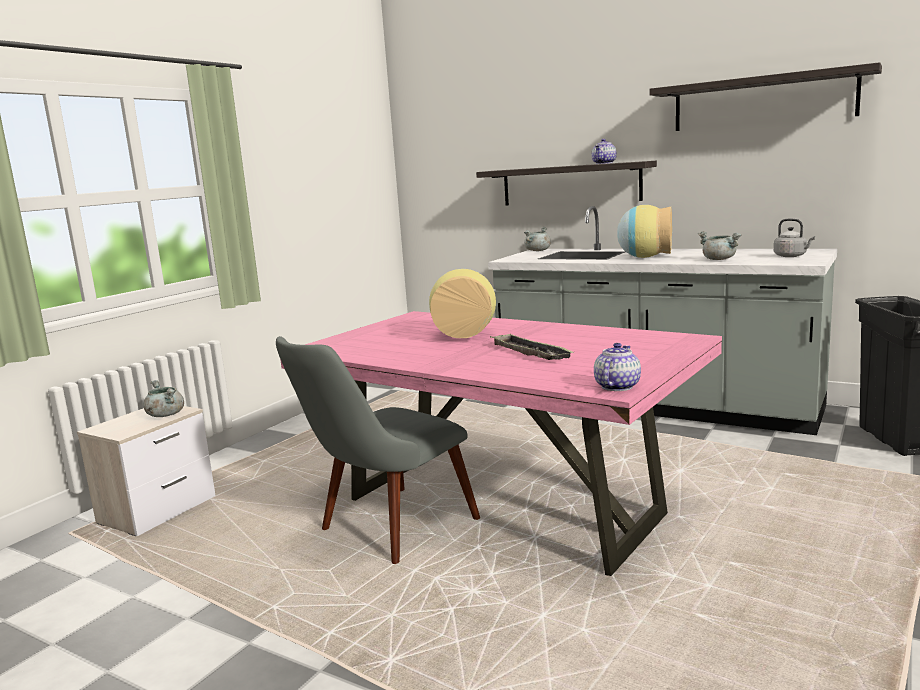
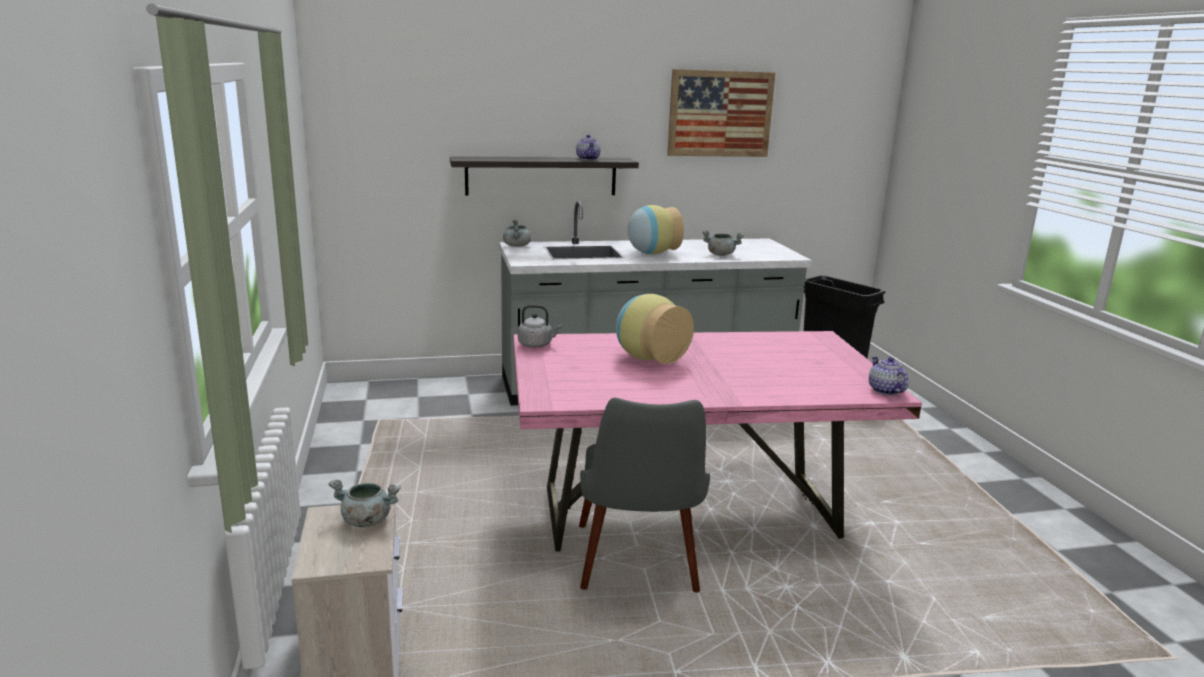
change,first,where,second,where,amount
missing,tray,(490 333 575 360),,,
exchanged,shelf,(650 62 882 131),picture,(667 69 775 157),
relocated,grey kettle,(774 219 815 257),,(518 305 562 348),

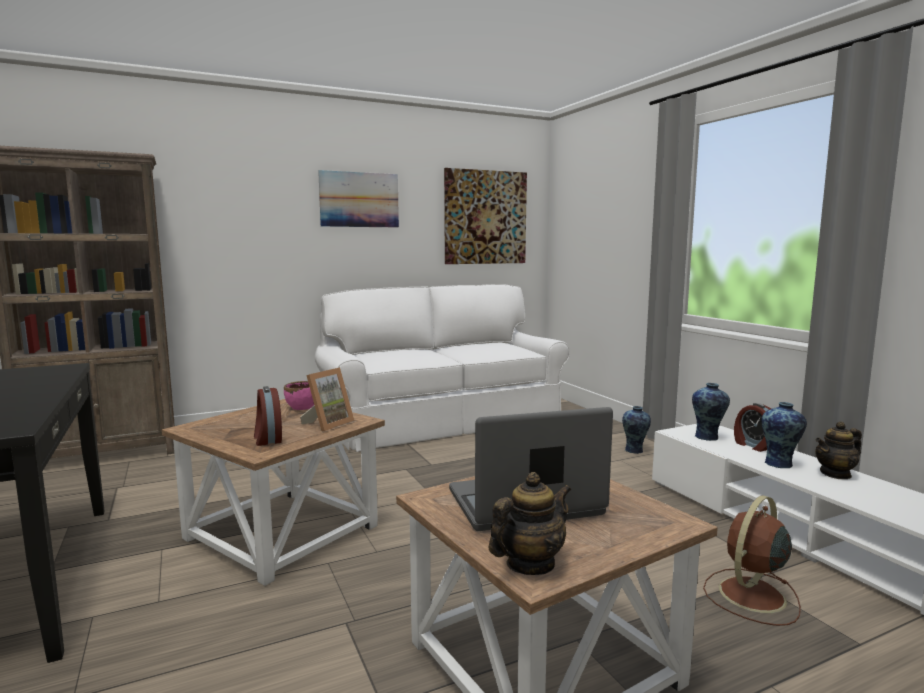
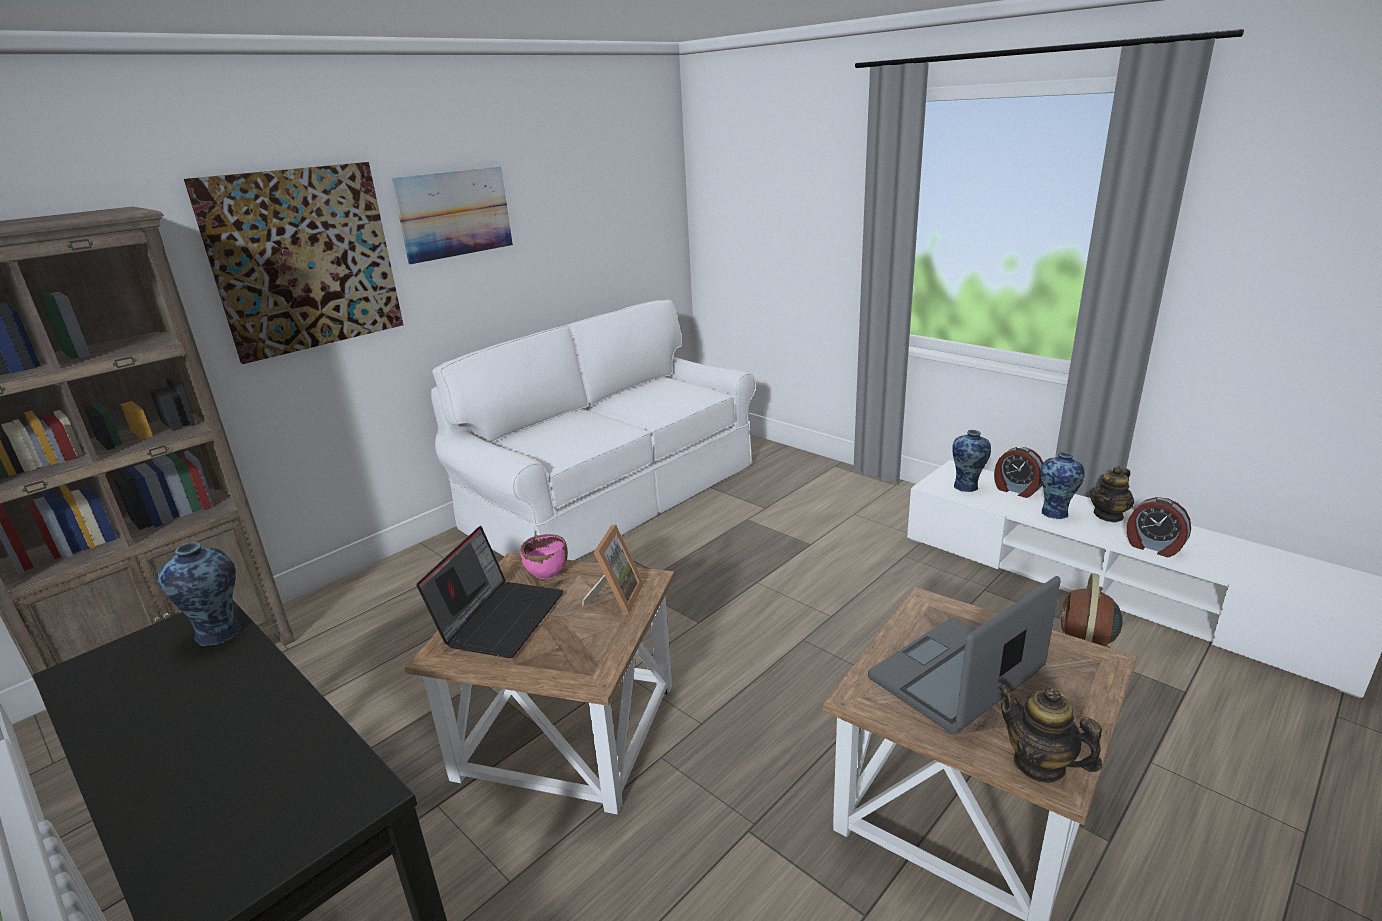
change,first,where,second,where,amount
relocated,alarm clock,(254 386 282 446),,(1127 497 1191 557),
relocated,picture,(444 168 527 264),,(184 162 403 364),
spun,teapot,(489 472 571 575),,(998 684 1102 783),75 degrees counterclockwise
relocated,vase,(622 406 651 454),,(157 542 241 646),
appeared,,,laptop,(416 526 564 658),

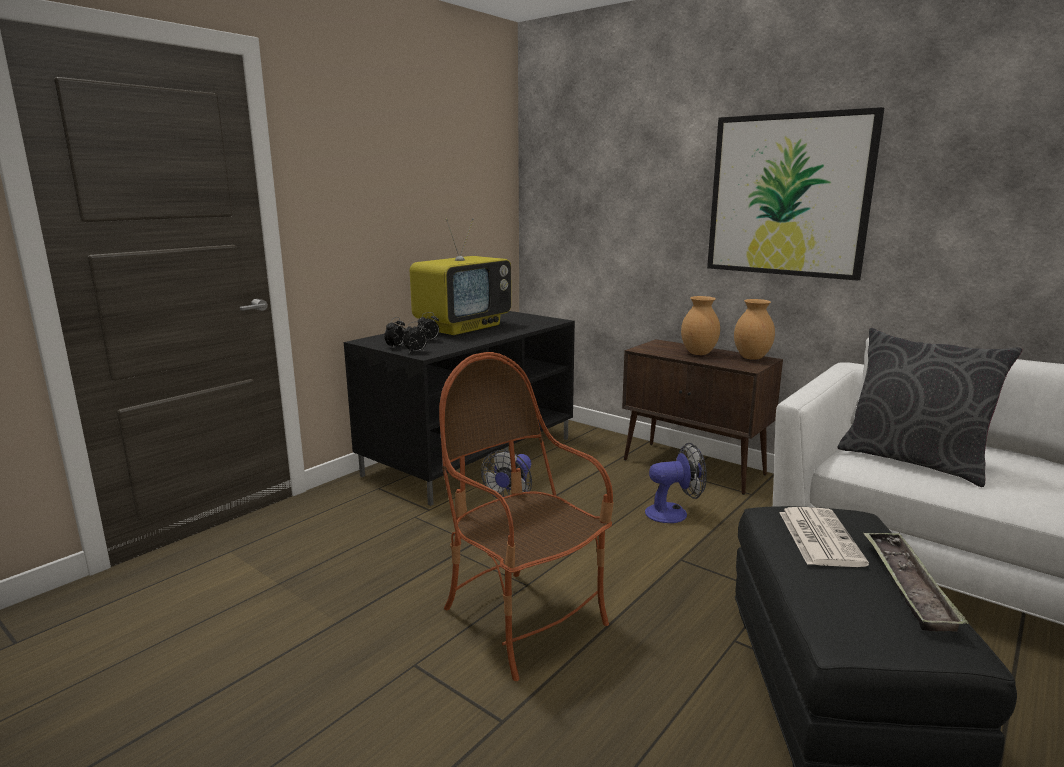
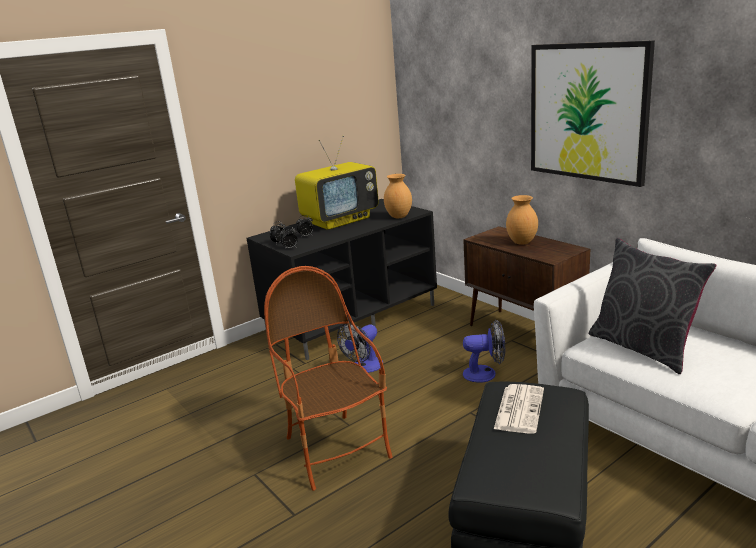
change,first,where,second,where,amount
relocated,brown vase,(734 299 775 360),,(384 174 412 218),
missing,tray,(863 533 968 632),,,

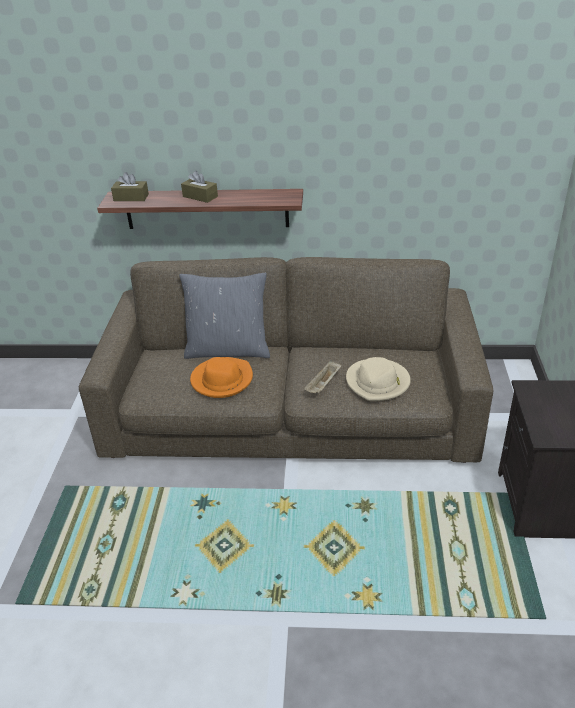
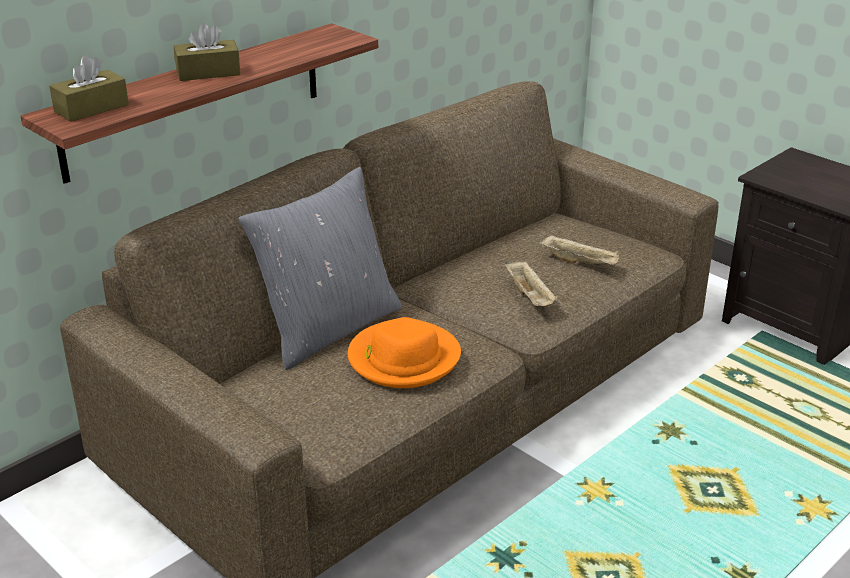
change,first,where,second,where,amount
exchanged,beige hat,(346 357 411 401),beige tray,(540 234 620 265),

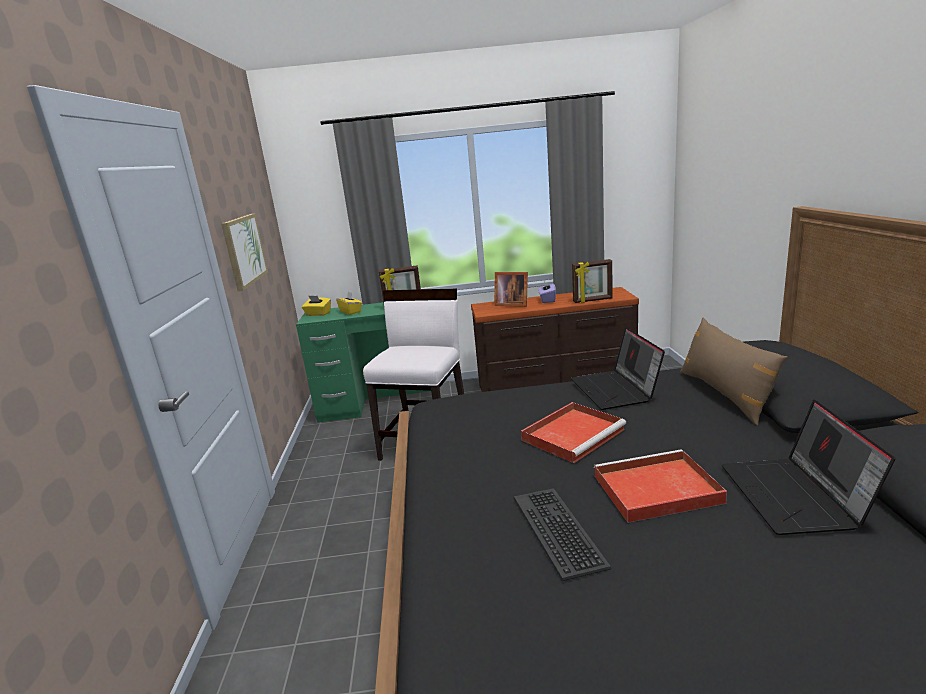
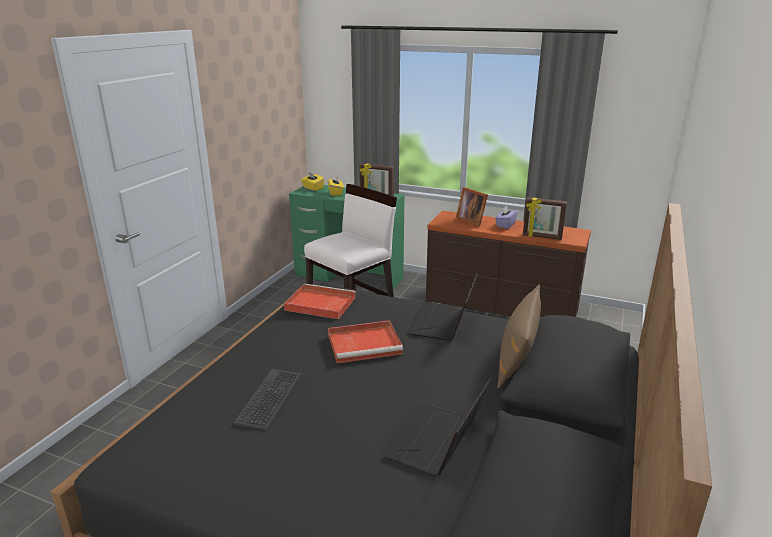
change,first,where,second,where,amount
missing,picture,(221 214 268 291),,,
relocated,red tray,(594 449 727 523),,(284 283 356 319),

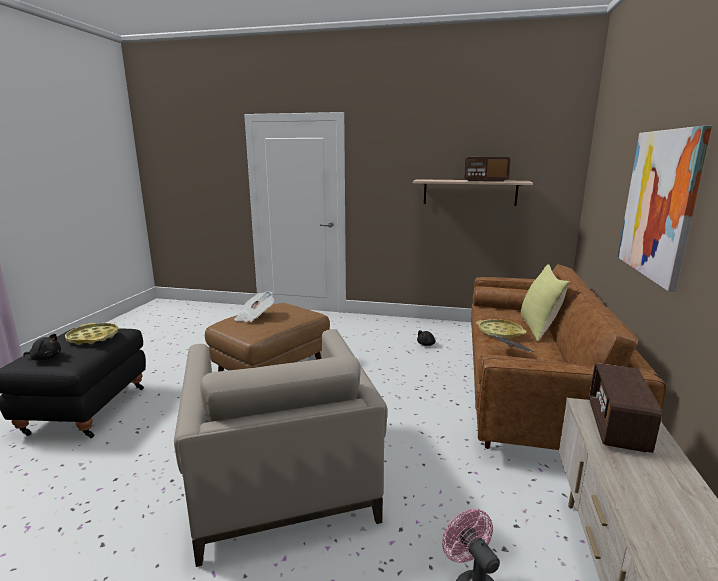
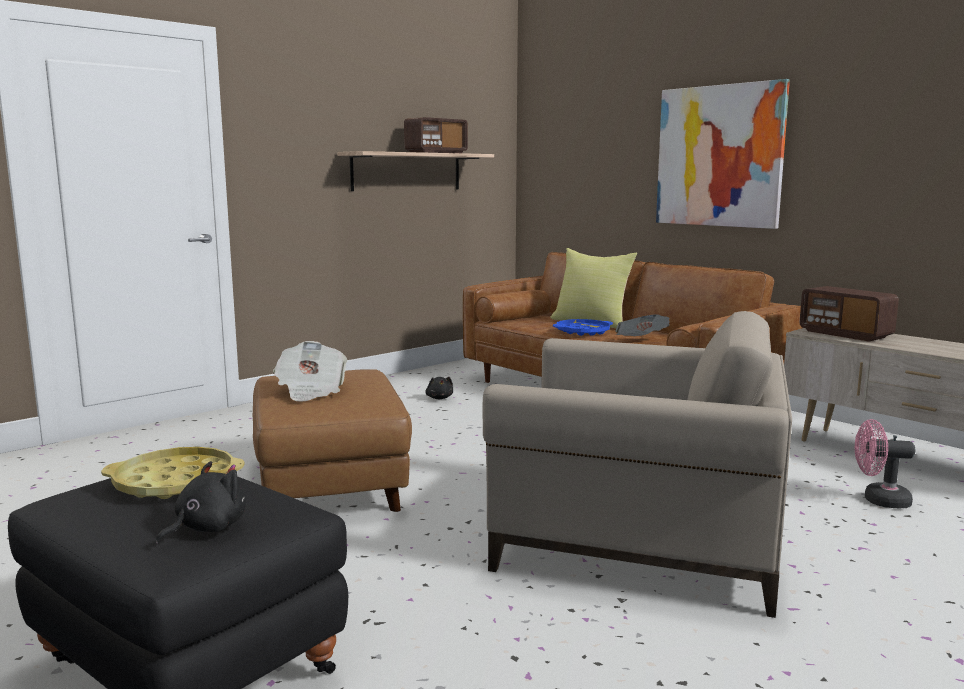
change,first,where,second,where,amount
colour,yellow tray,(476 319 527 338),blue tray,(553 319 613 336),

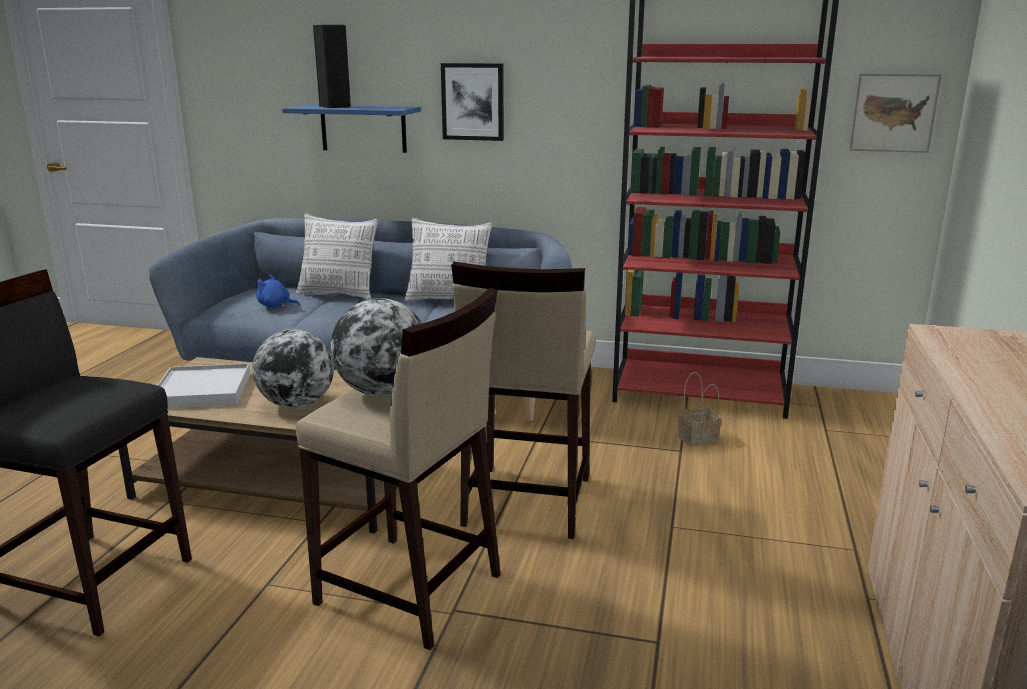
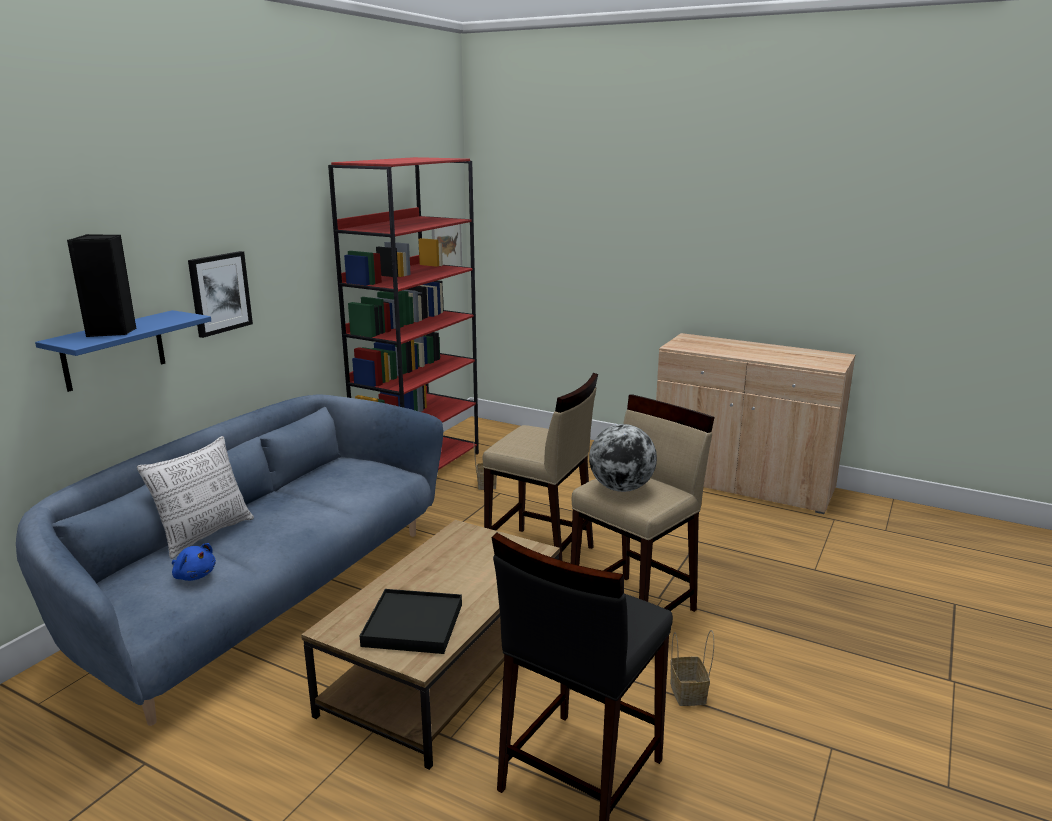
change,first,where,second,where,amount
colour,white tray,(158 363 250 408),black tray,(360 589 462 654),
missing,globe,(253 329 334 408),,,
spun,blue plush toy,(256 275 300 308),,(172 543 216 581),90 degrees counterclockwise
missing,pillow,(405 218 492 301),,,
appeared,,,basket,(670 630 714 706),

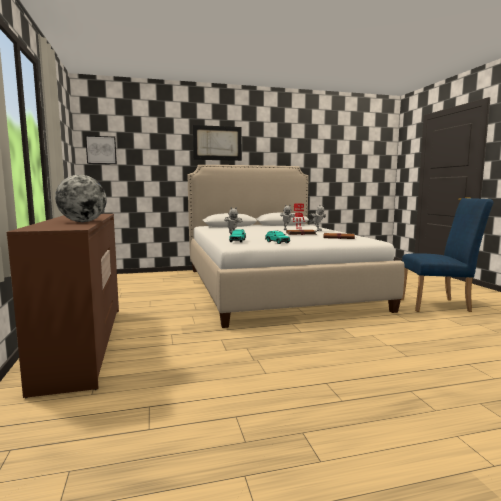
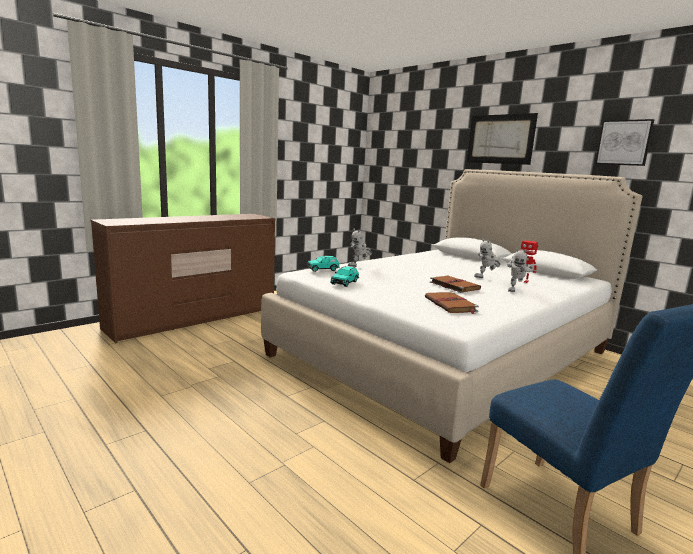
change,first,where,second,where,amount
missing,globe,(55 175 107 222),,,
relocated,picture,(85 136 117 164),,(595 119 654 166),

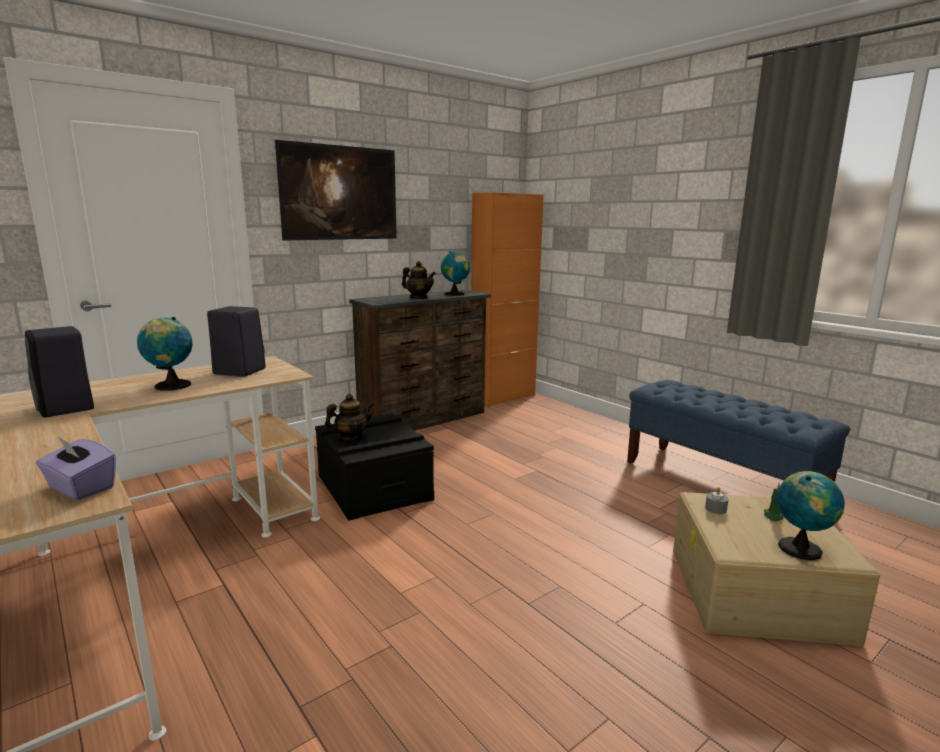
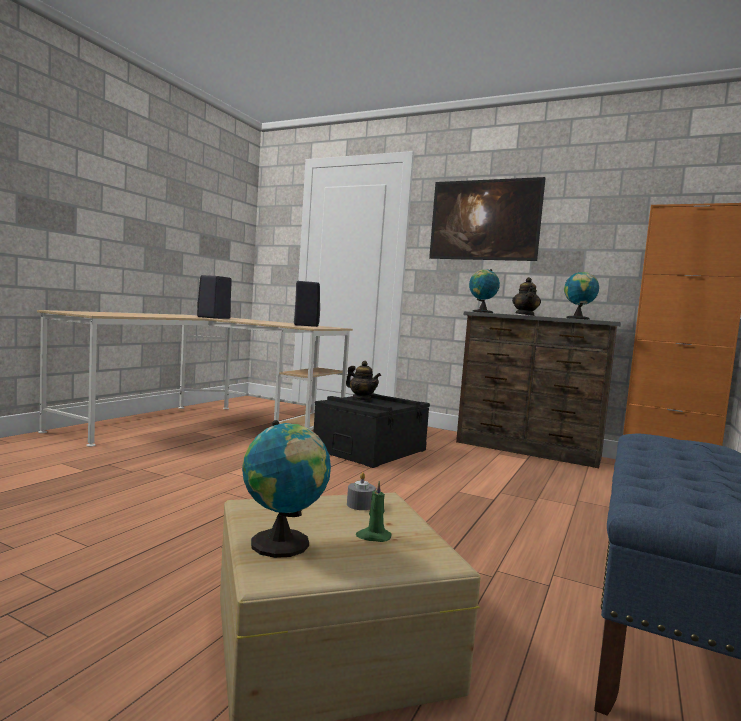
change,first,where,second,where,amount
missing,purple tissue box,(36 435 116 500),,,
relocated,globe,(137 317 192 391),,(469 269 500 313),

